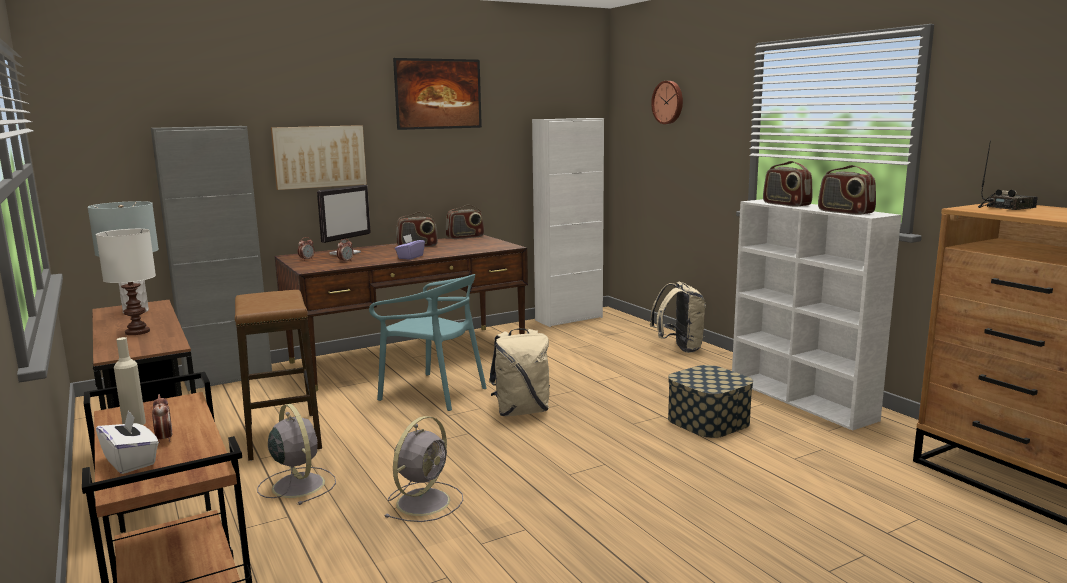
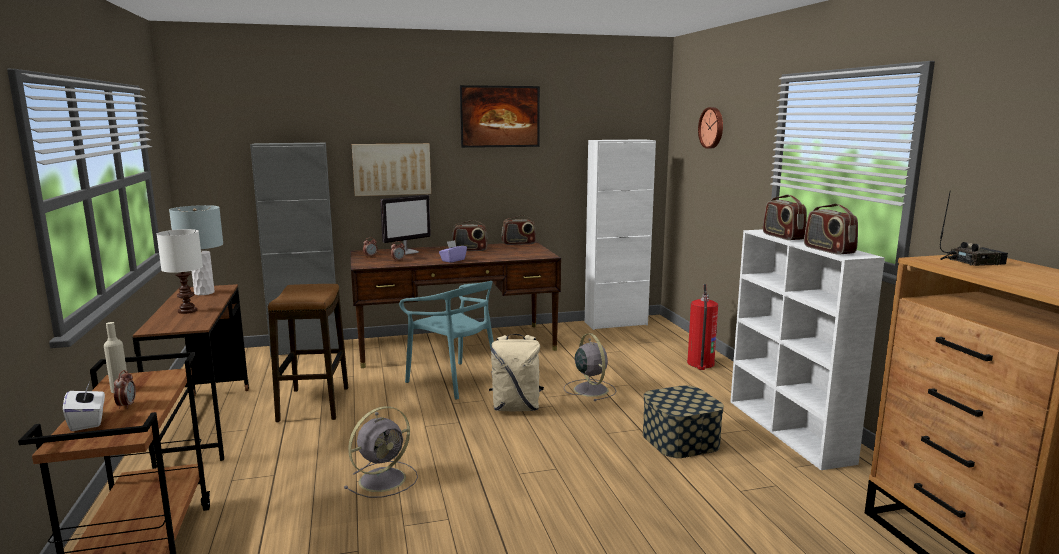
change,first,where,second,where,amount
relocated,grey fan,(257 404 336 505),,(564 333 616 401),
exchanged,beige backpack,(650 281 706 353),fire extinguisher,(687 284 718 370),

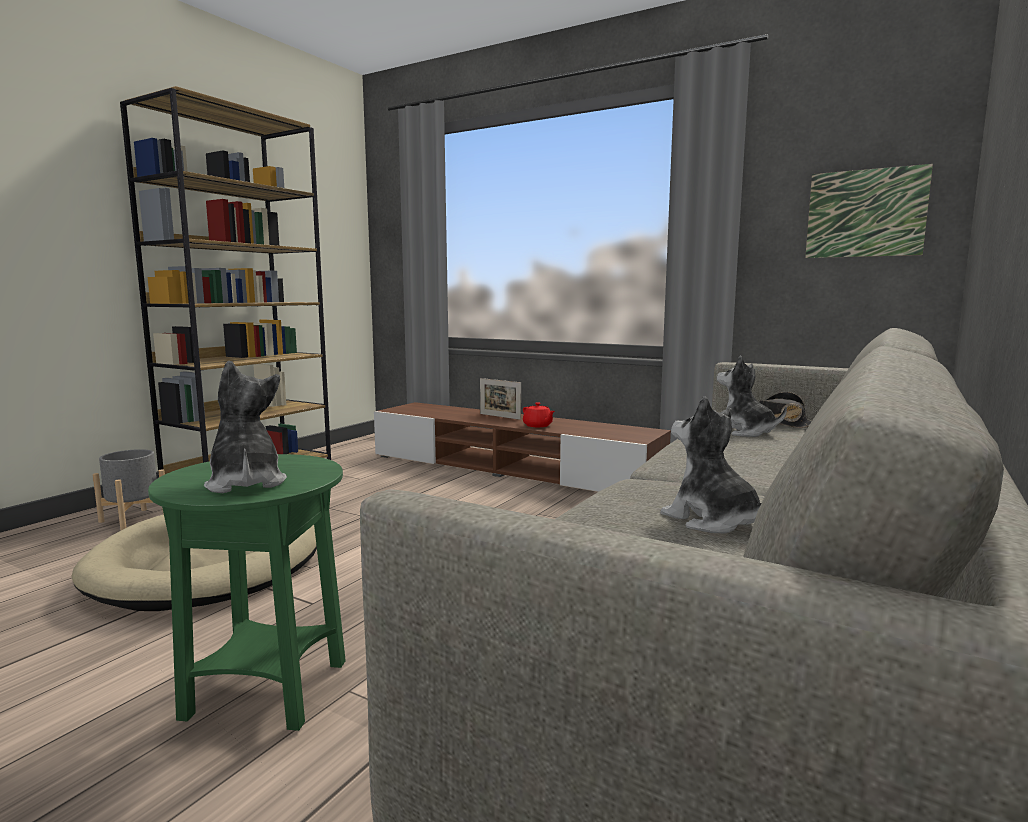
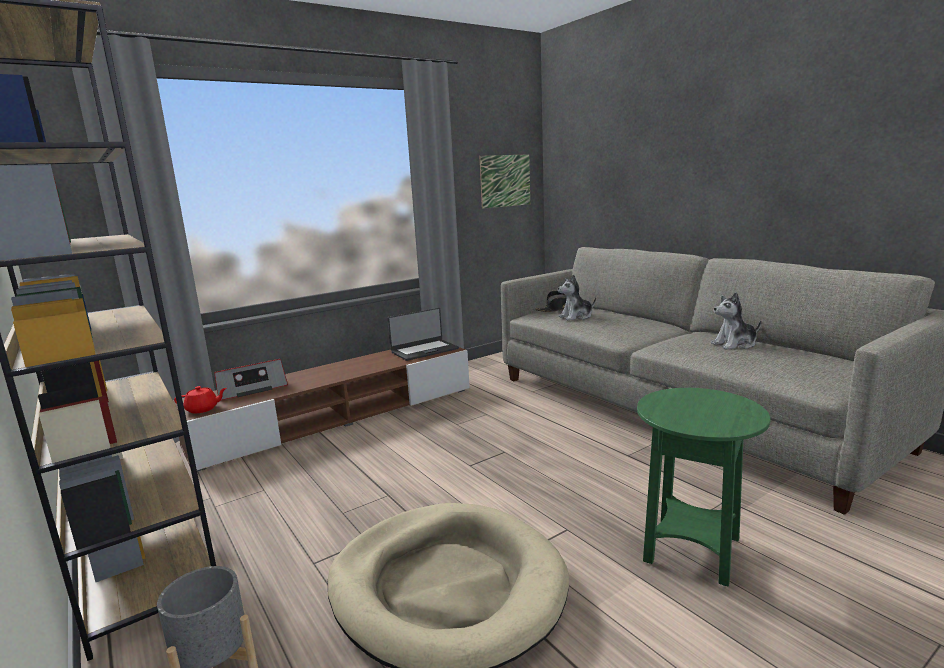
change,first,where,second,where,amount
missing,plush toy,(204 360 287 493),,,
missing,picture frame,(480 378 521 420),,,
relocated,red teapot,(523 402 555 427),,(174 386 227 413),
appeared,,,radio,(214 359 288 401),
appeared,,,laptop,(388 308 459 361),

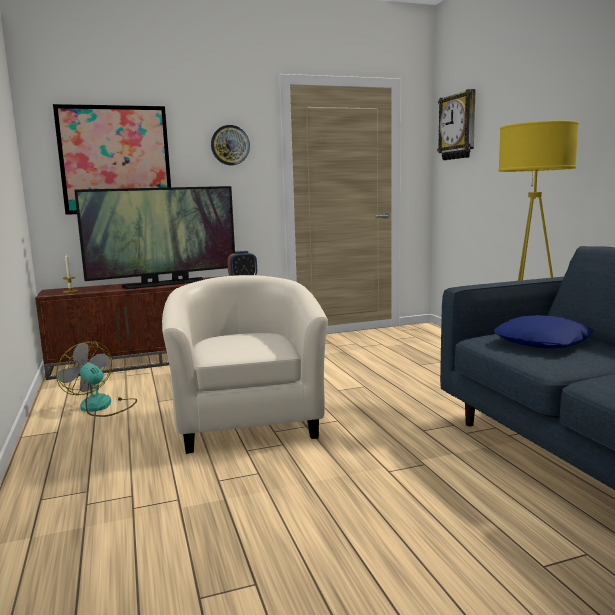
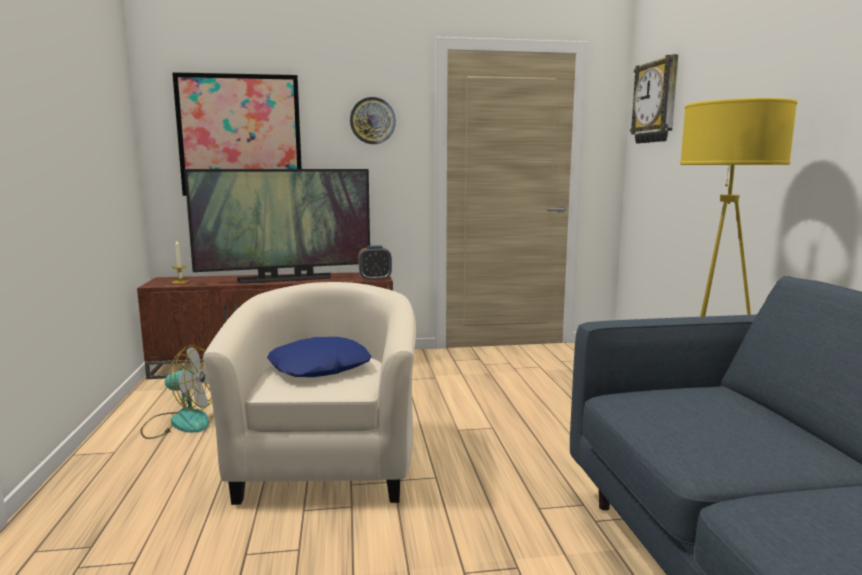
change,first,where,second,where,amount
spun,fan,(56 341 137 417),,(140 345 212 439),135 degrees clockwise
relocated,blue pillow,(494 315 593 349),,(267 337 372 377),

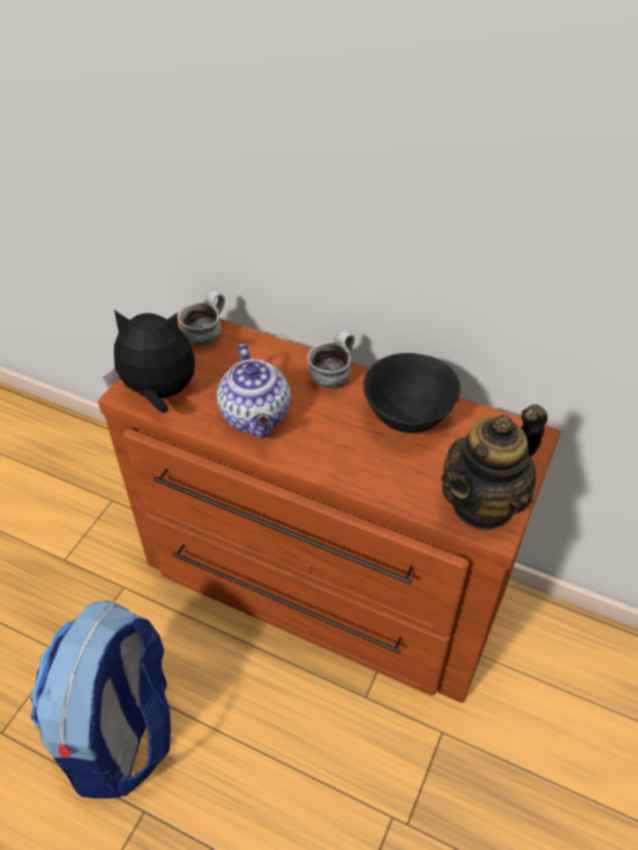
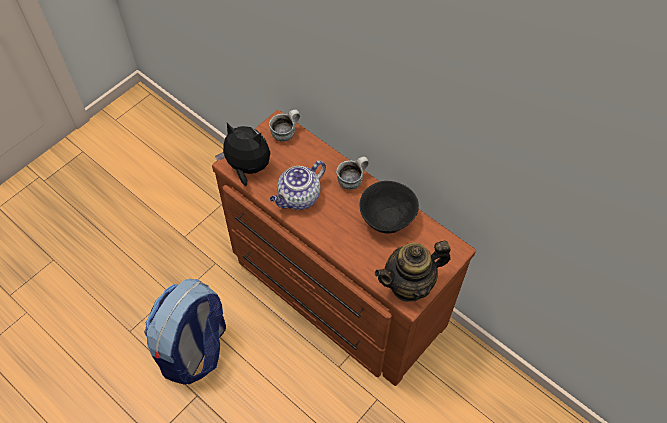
change,first,where,second,where,amount
spun,teapot,(217 344 291 438),,(270 161 326 210),45 degrees clockwise

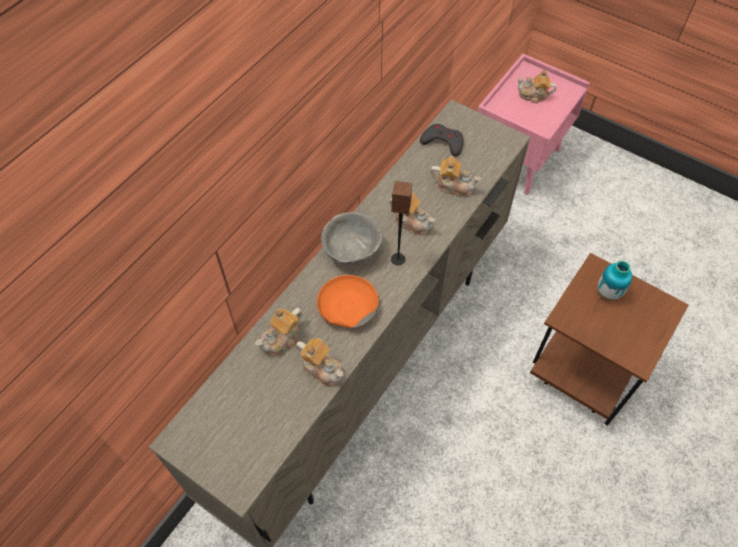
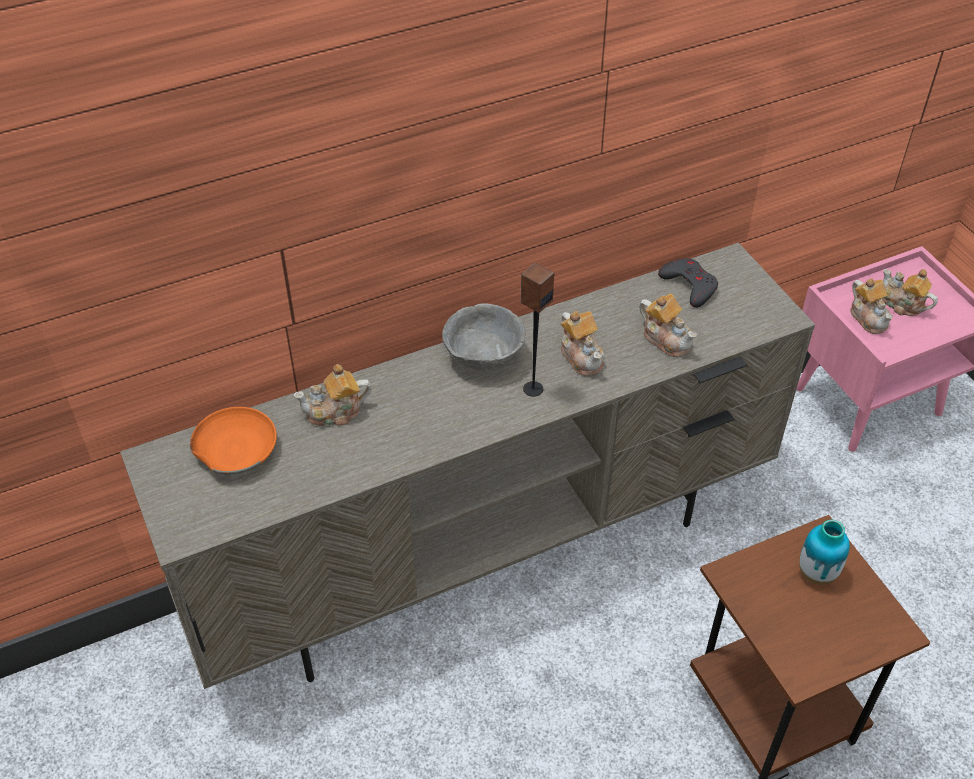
change,first,where,second,where,amount
relocated,teapot,(296 338 344 386),,(850 278 893 334),
relocated,orange bowl,(317 275 378 328),,(190 407 277 475),

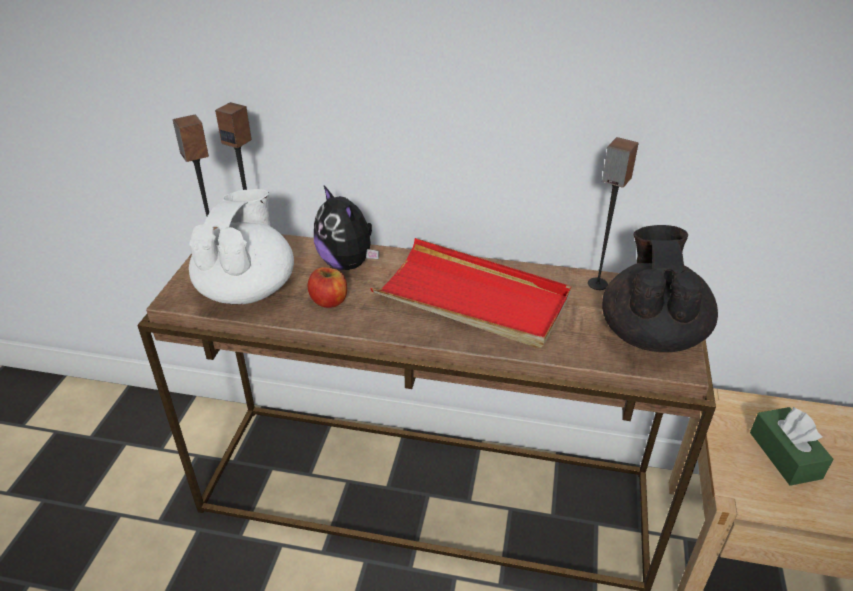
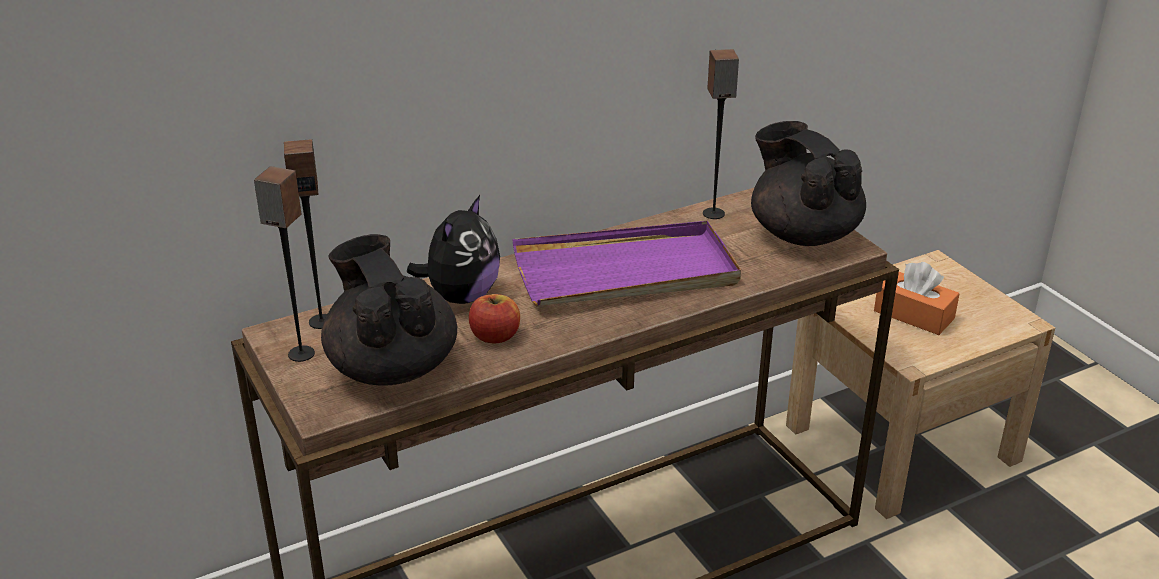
change,first,where,second,where,amount
colour,white teapot,(189 189 294 305),black teapot,(321 234 457 386),
spun,plush toy,(314 186 379 270),,(407 195 500 304),75 degrees counterclockwise
colour,red tray,(370 238 572 348),purple tray,(512 221 741 306),
colour,green tissue box,(750 407 833 486),orange tissue box,(874 262 960 335),

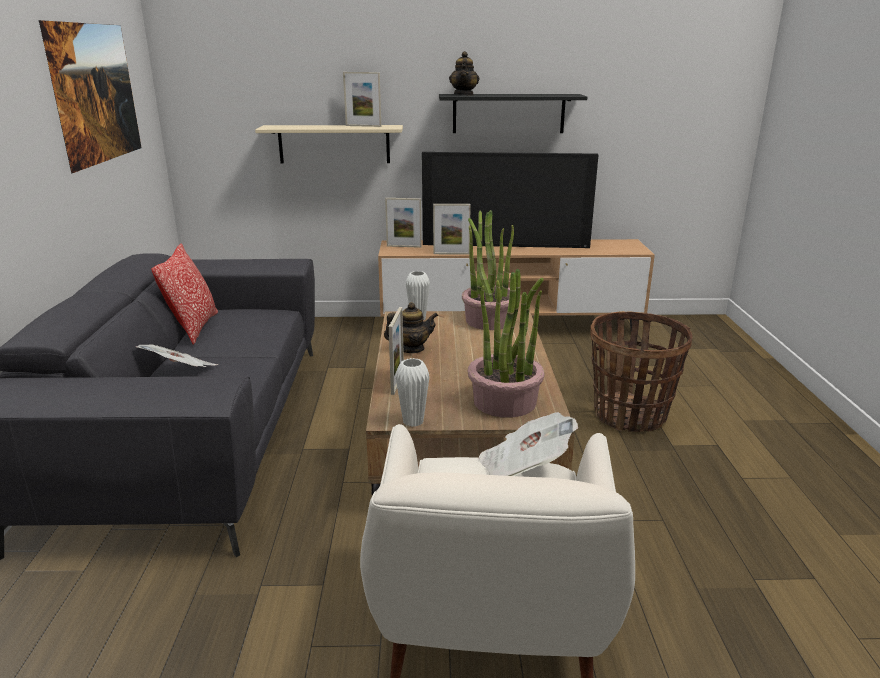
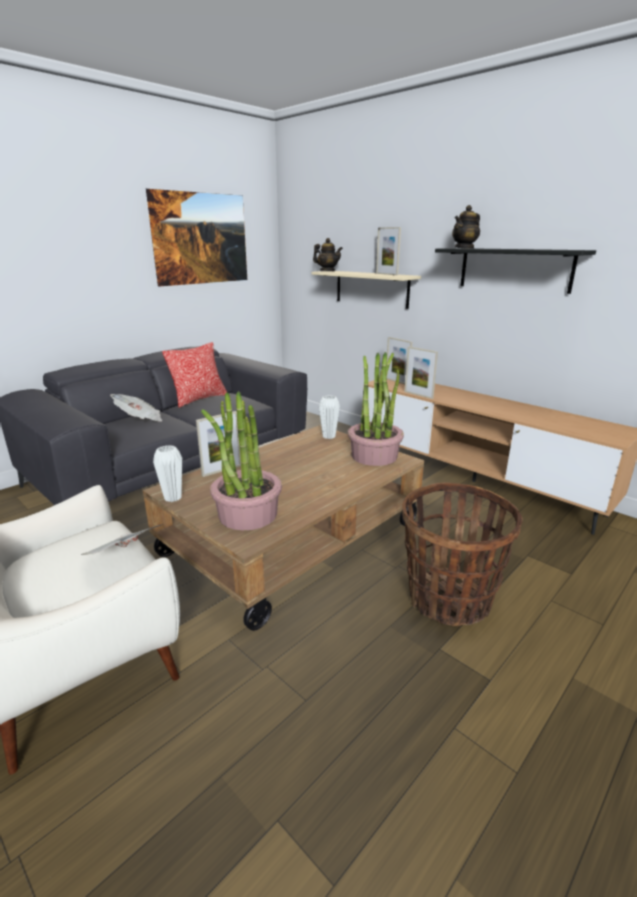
change,first,where,second,where,amount
relocated,teapot,(384 302 438 353),,(313 238 343 271),
missing,television,(422 152 599 248),,,

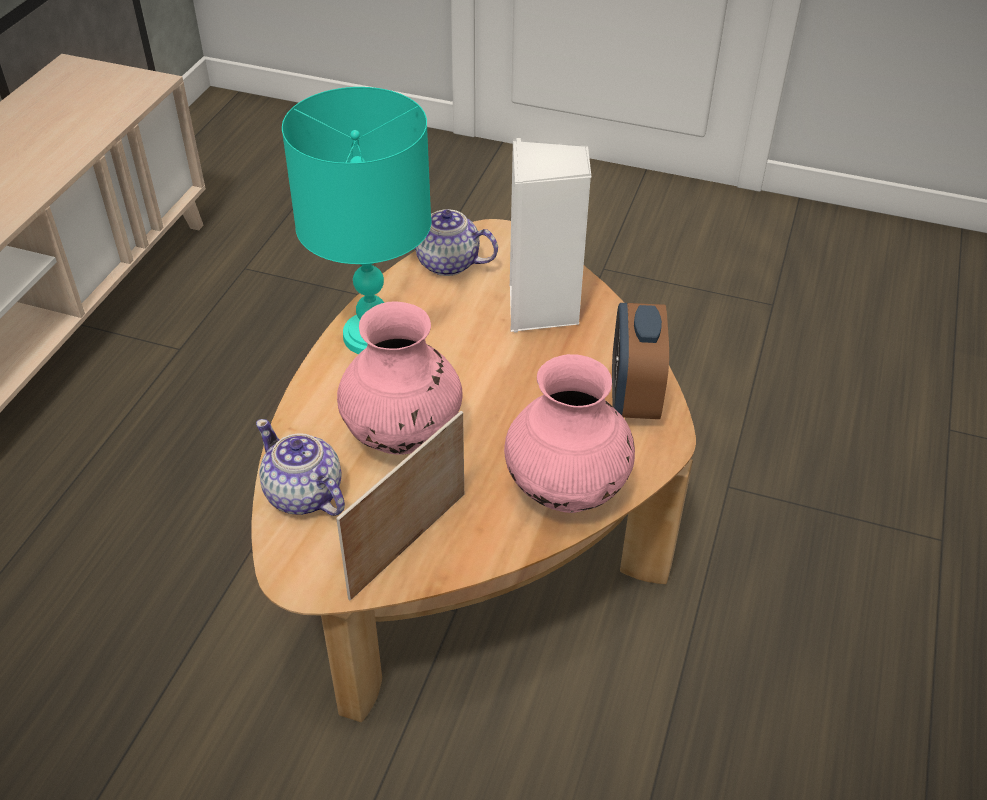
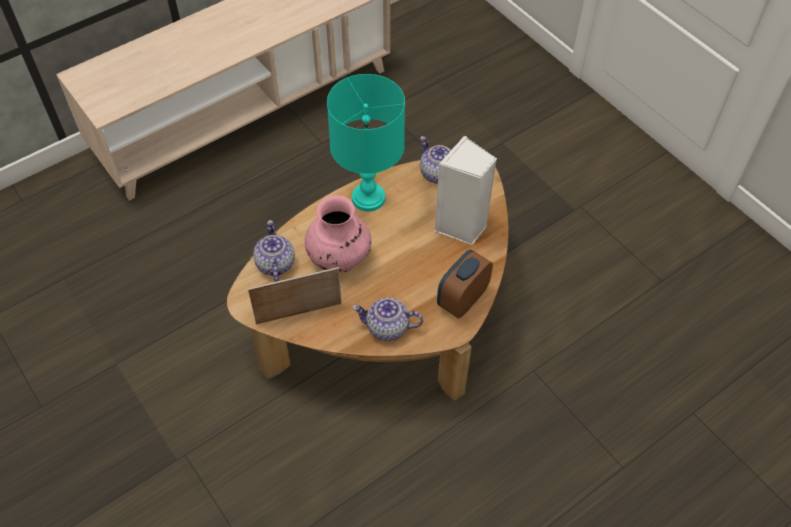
change,first,where,second,where,amount
exchanged,pink vase,(504 354 635 513),teapot,(352 297 423 341),

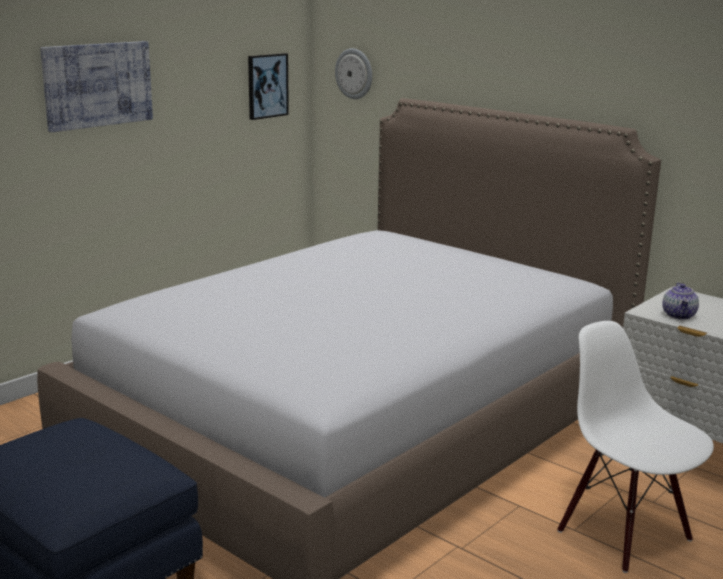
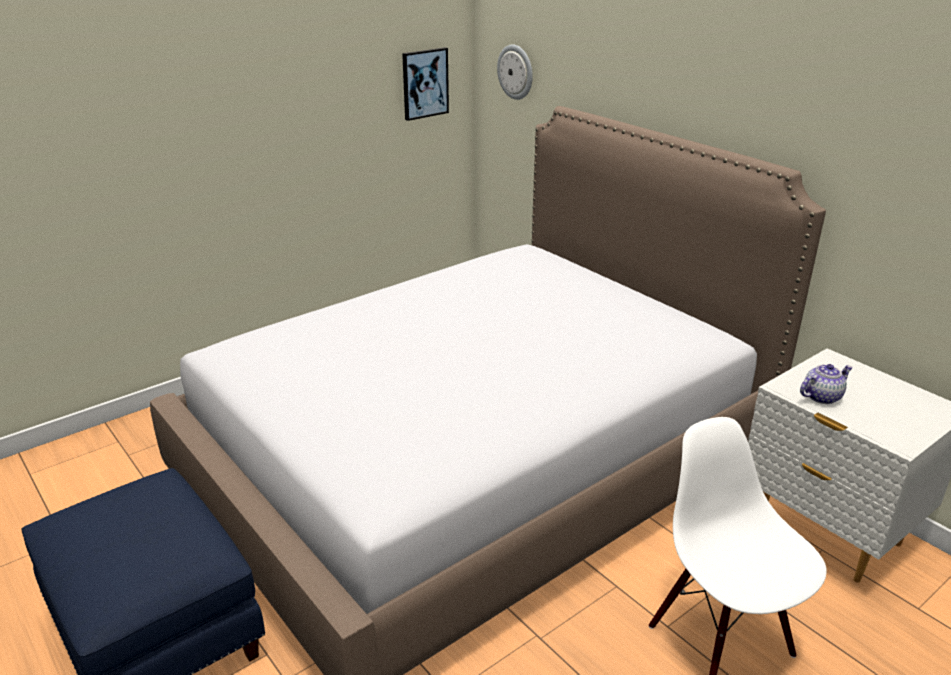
change,first,where,second,where,amount
missing,picture,(40 41 153 132),,,
spun,teapot,(663 283 699 320),,(800 364 853 404),135 degrees counterclockwise

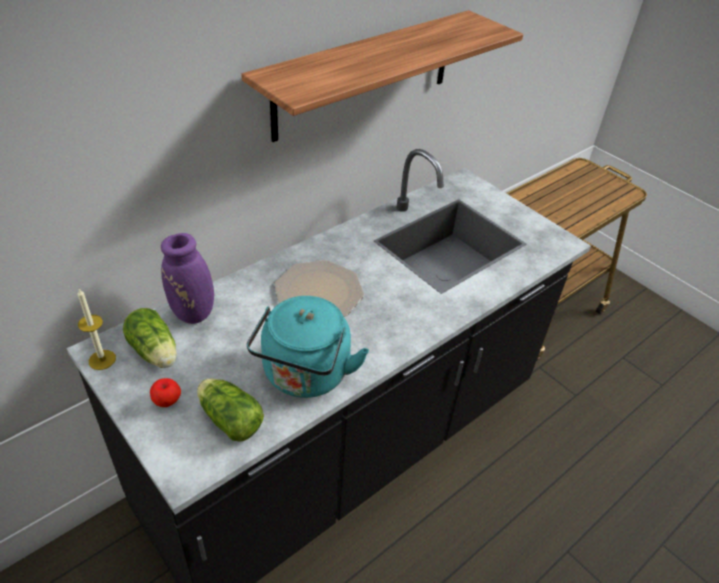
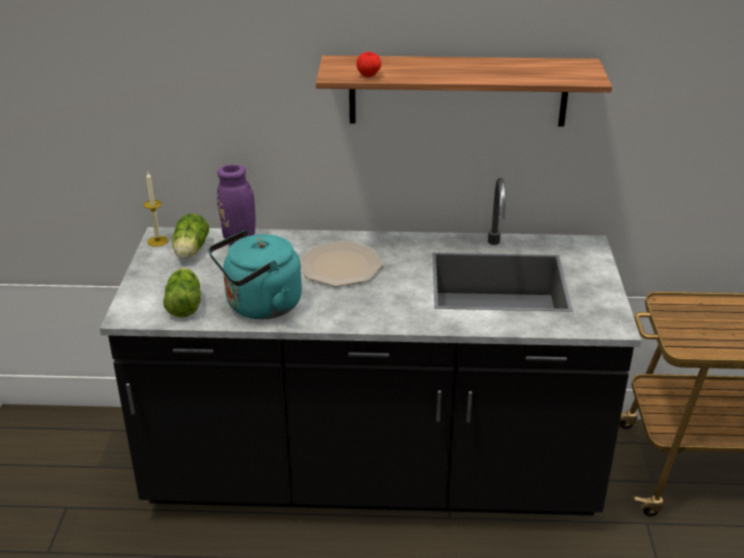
change,first,where,second,where,amount
relocated,apple,(150 378 181 407),,(356 52 381 77),

